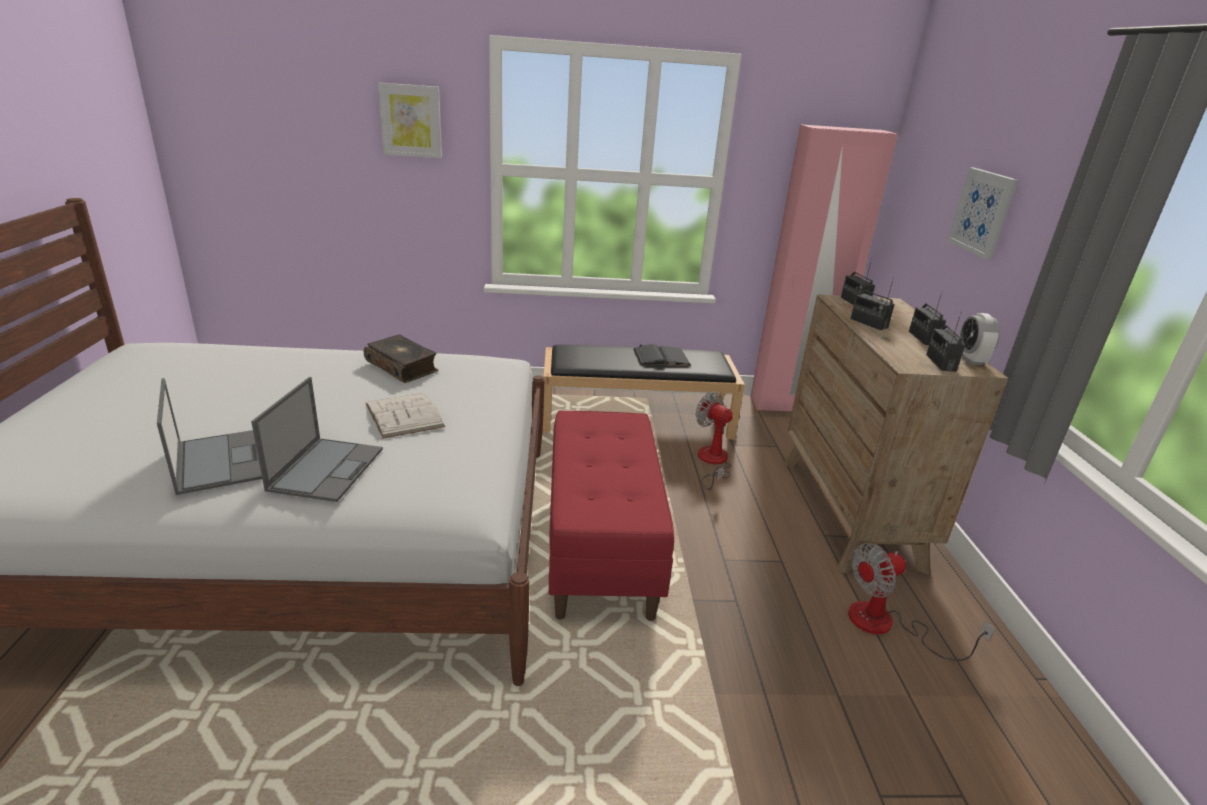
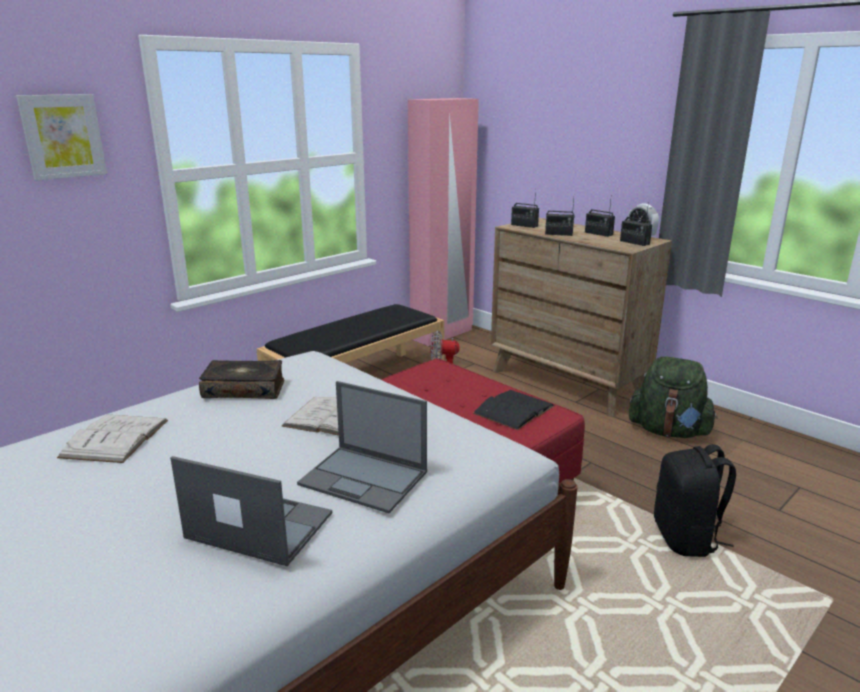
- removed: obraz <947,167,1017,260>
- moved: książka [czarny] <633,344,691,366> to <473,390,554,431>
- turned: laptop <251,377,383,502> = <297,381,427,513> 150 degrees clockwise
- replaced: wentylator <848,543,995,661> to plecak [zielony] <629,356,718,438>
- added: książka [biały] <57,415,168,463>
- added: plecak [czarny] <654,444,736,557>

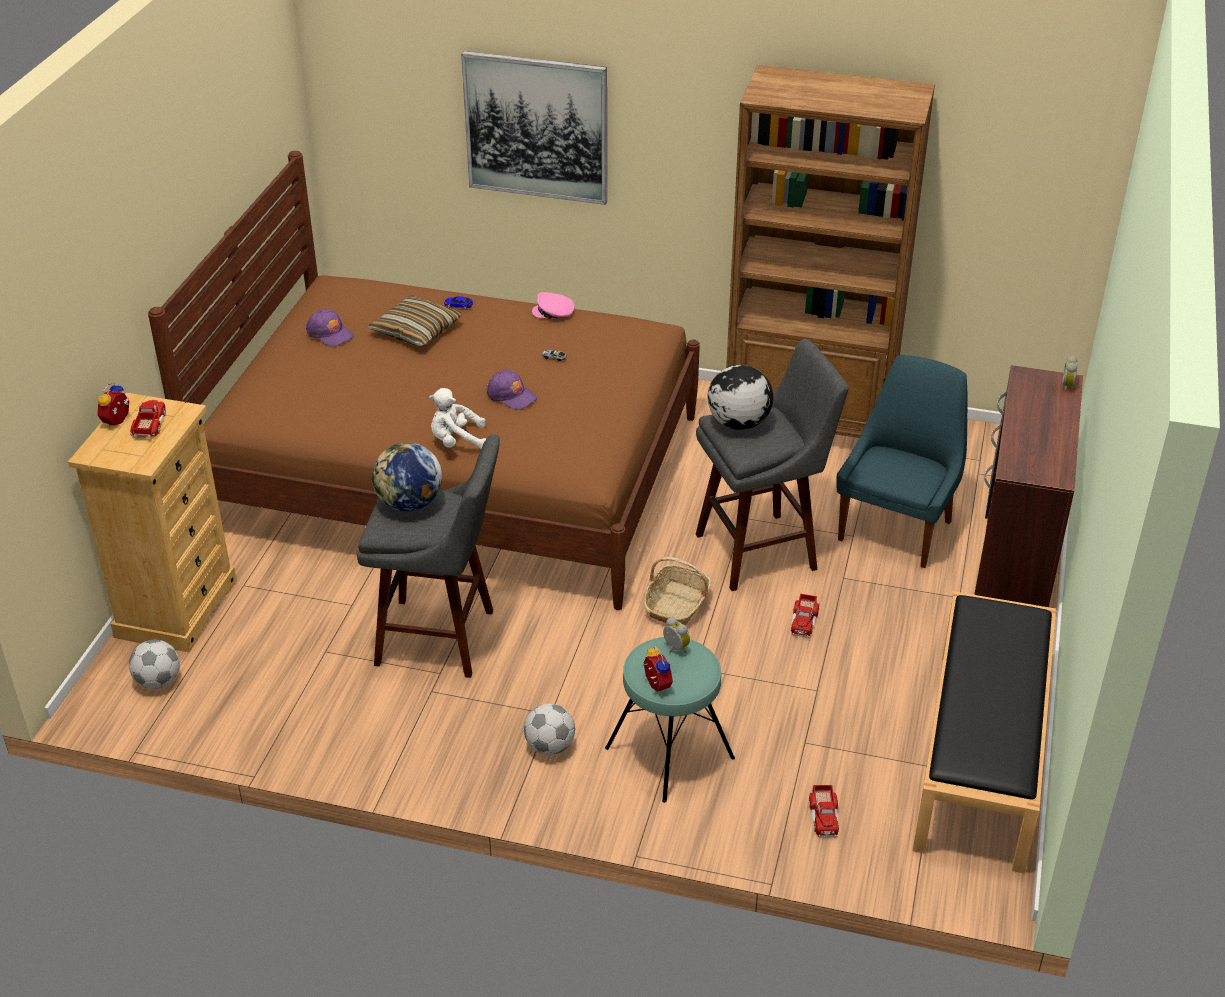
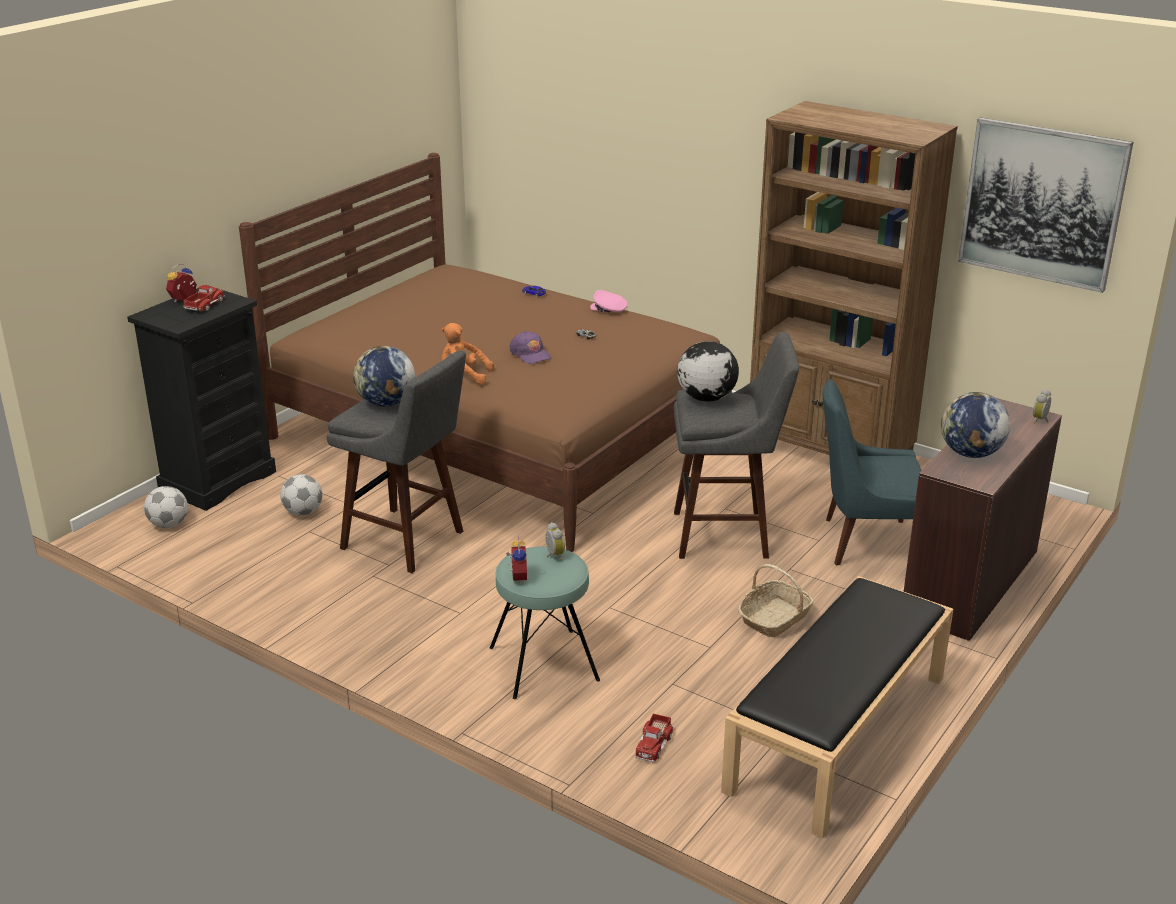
- moved: obraz <461,51,607,205> to <958,118,1133,293>
- removed: poduszka <368,295,462,347>
- removed: czapka z daszkiem [fioletowy] <306,309,353,347>
- turned: krzesło [niebieski] <836,355,968,568> = <823,379,922,566> 135 degrees counterclockwise
- recoloured: pluszak [biały] <429,388,487,449> to pluszak [pomarańczowy] <441,323,494,384>
- recoloured: komoda [beżowy] <68,393,237,652> to komoda [czarny] <127,285,276,511>
- moved: koszyk <644,557,711,625> to <738,564,814,637>
- removed: ciężarówka zabawkowa <791,594,819,638>
- moved: piłka futbolowa <524,704,575,755> to <280,474,322,516>
- added: globus <941,392,1010,458>

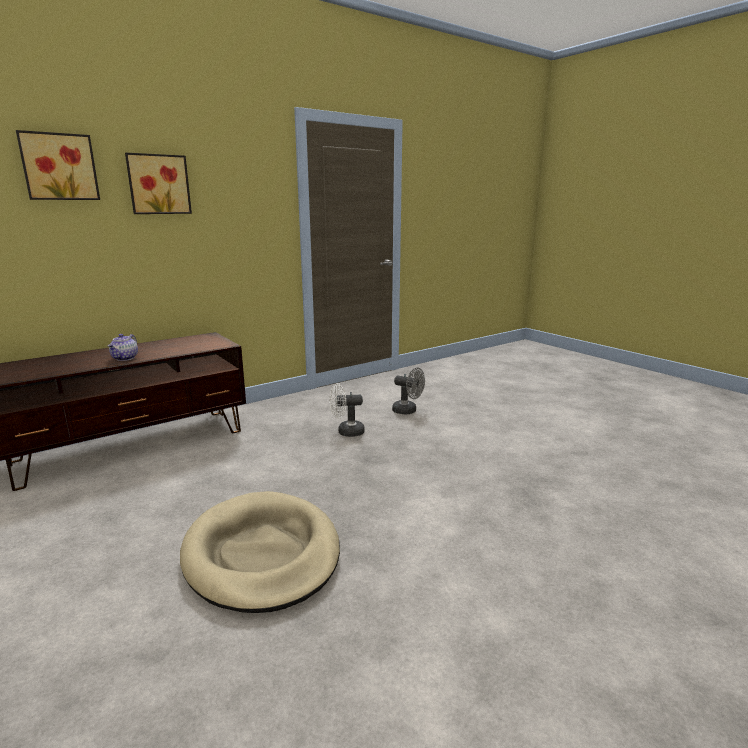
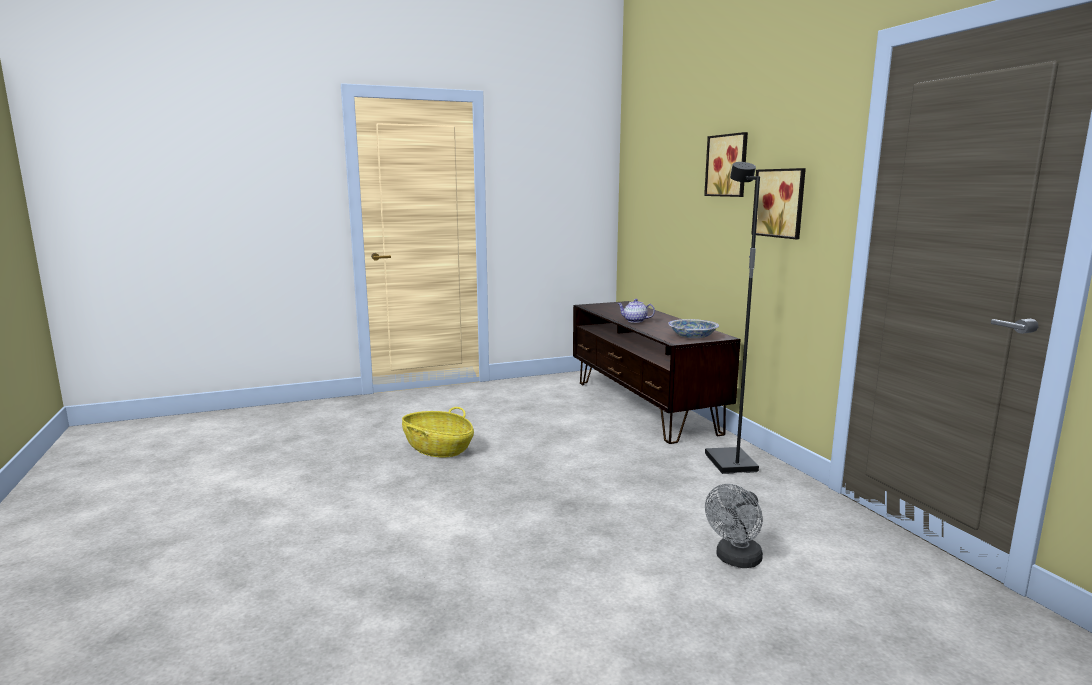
- moved: obraz <16,130,100,200> to <751,168,806,239>
- removed: wentylator [biały] <329,383,365,437>
- replaced: legowisko [beżowy] <180,491,340,613> to koszyk <402,407,474,458>
- added: lampa stojąca [czarny] <705,162,760,474>
- added: miska <668,319,719,338>

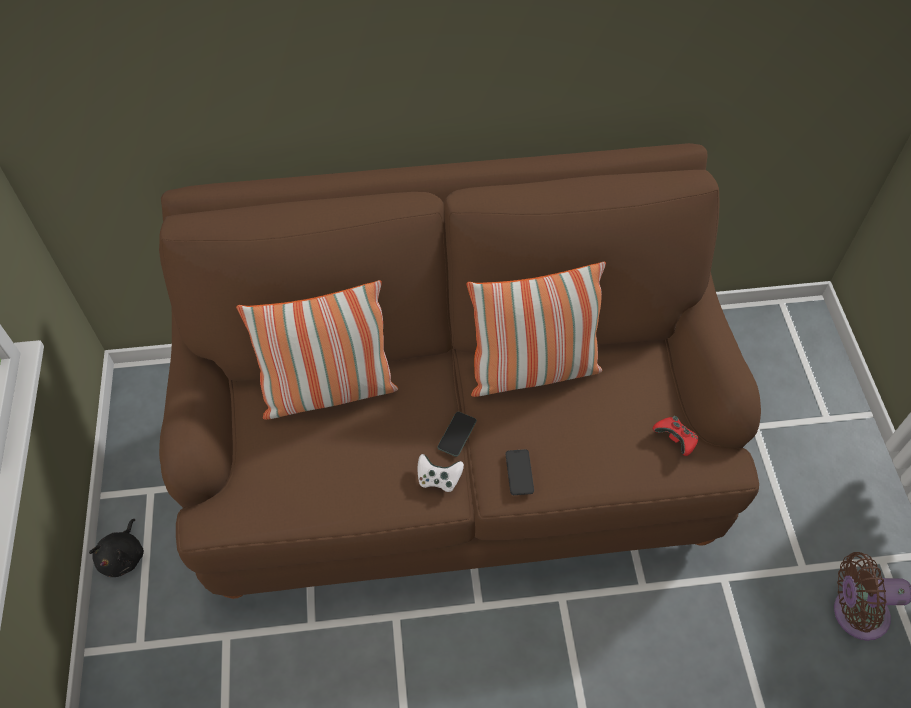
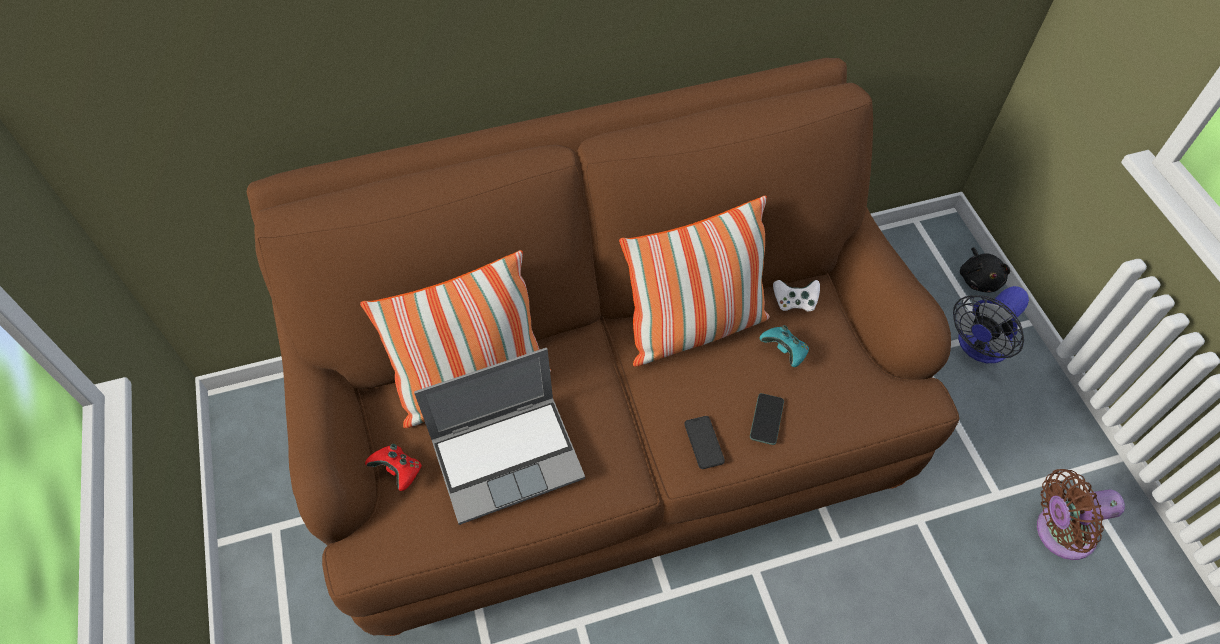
- moved: telefon <437,412,477,457> to <750,393,784,445>
- moved: pad do gier [czerwony] <653,416,698,456> to <365,444,422,491>
- moved: pad do gier [biały] <418,454,464,492> to <773,280,820,312>
- moved: pluszak [czarny] <89,519,144,577> to <960,247,1010,293>
- added: wentylator <953,286,1029,363>
- added: pad do gier [turkusowy] <760,325,809,367>
- added: laptop <414,348,585,525>

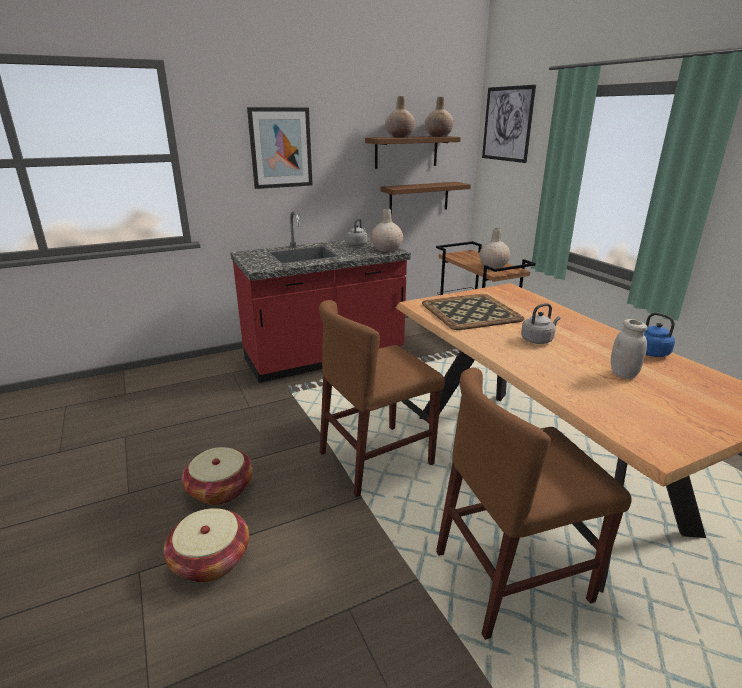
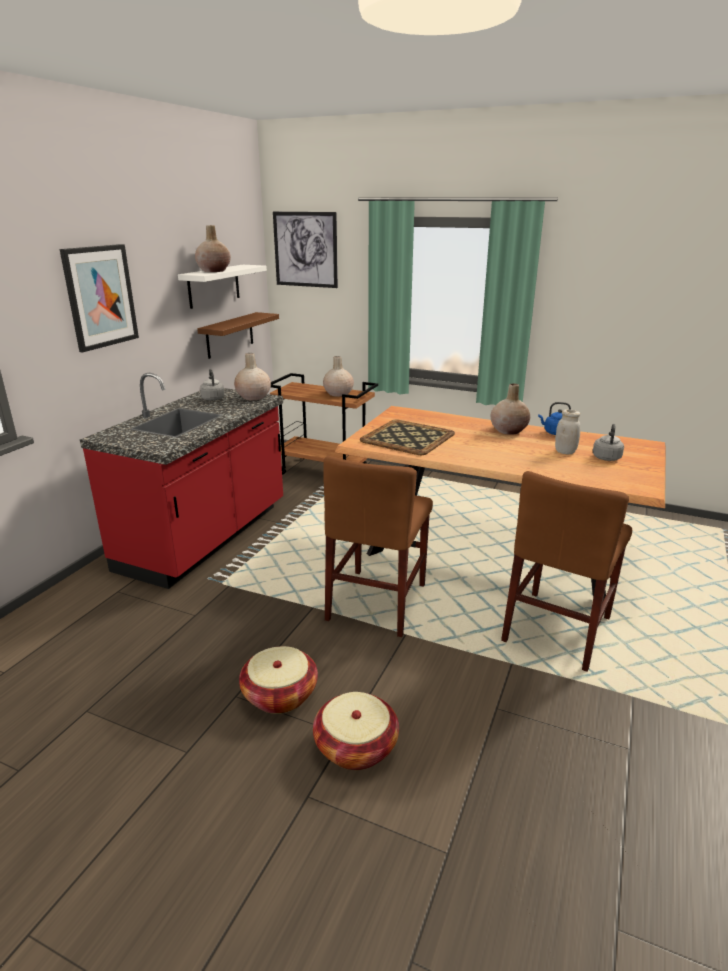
- moved: wazon [beżowy] <424,96,454,137> to <491,383,530,435>
- recoloured: półka [brązowy] <365,136,461,169> to półka [biały] <178,265,267,309>
- moved: czajnik [szary] <521,303,560,344> to <593,424,624,461>

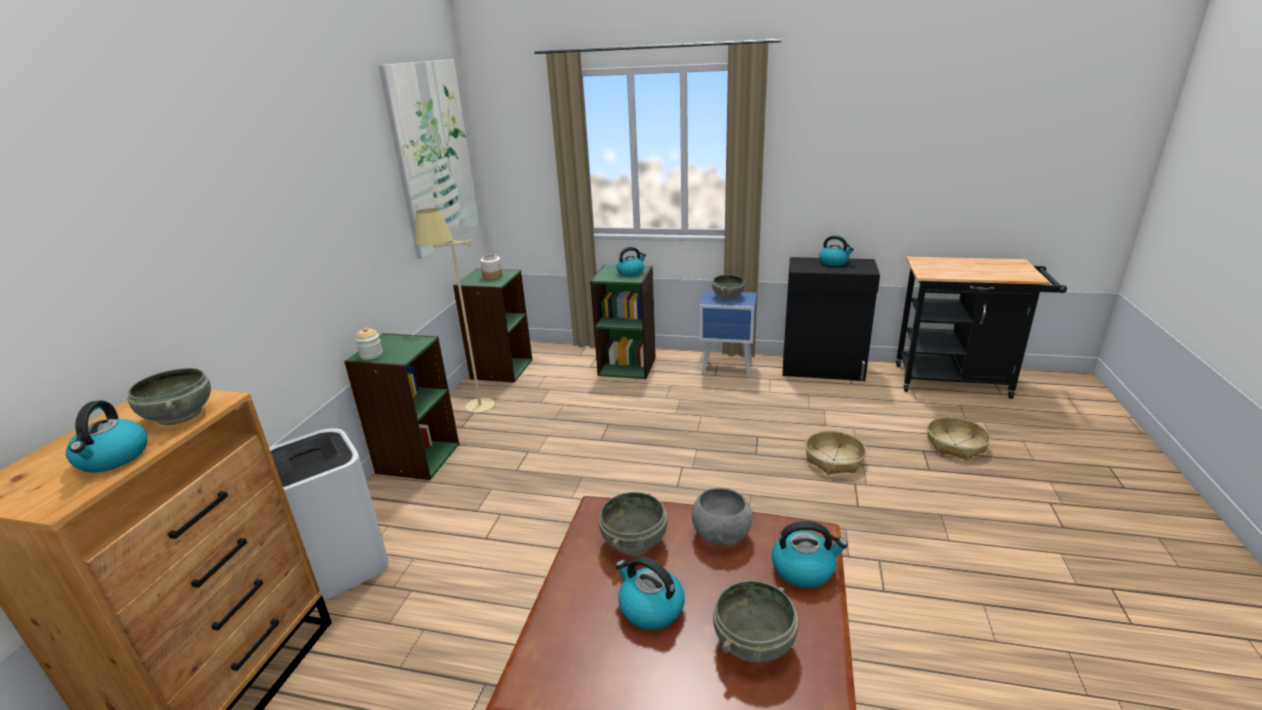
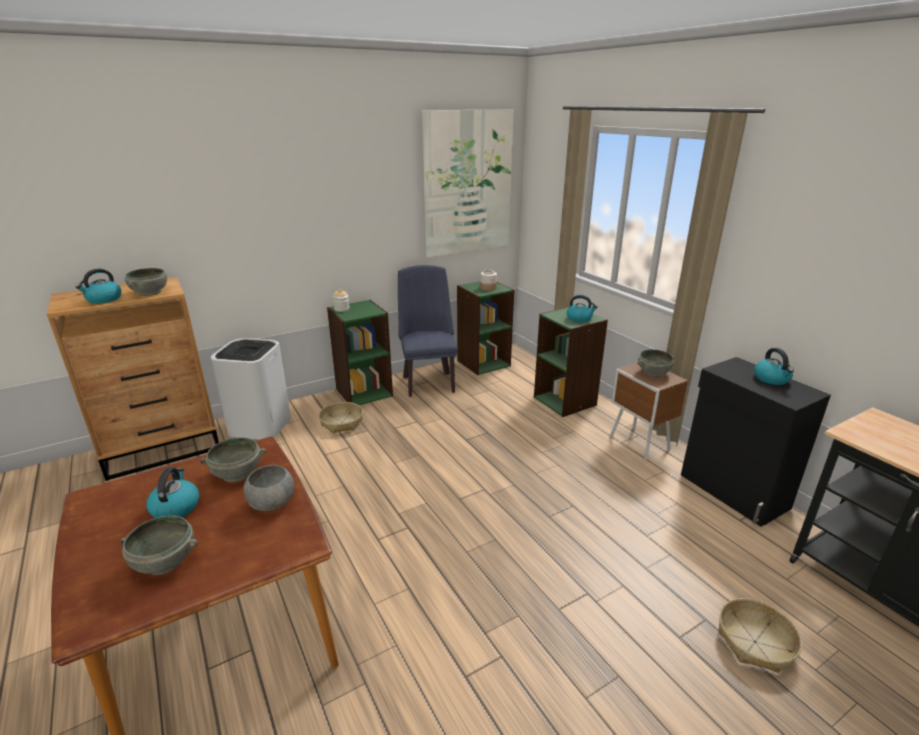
- replaced: lampa stojąca [beżowy] <414,208,495,413> to krzesło [niebieski] <398,265,458,397>
- recoloured: szafka nocna [niebieski] <700,291,757,378> to szafka nocna [brązowy] <610,362,688,460>
- moved: koszyk <805,431,866,475> to <319,402,363,433>
- removed: czajnik <772,521,848,588>

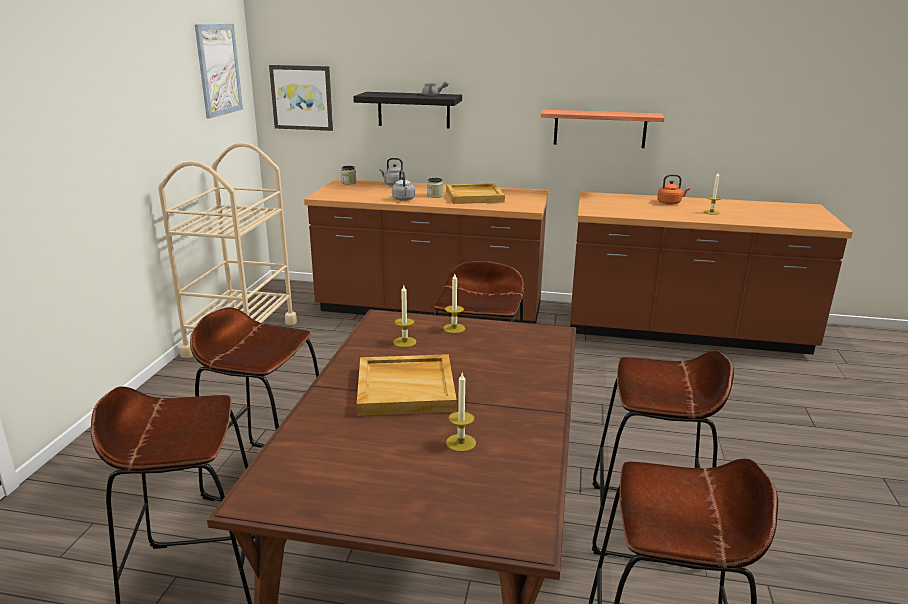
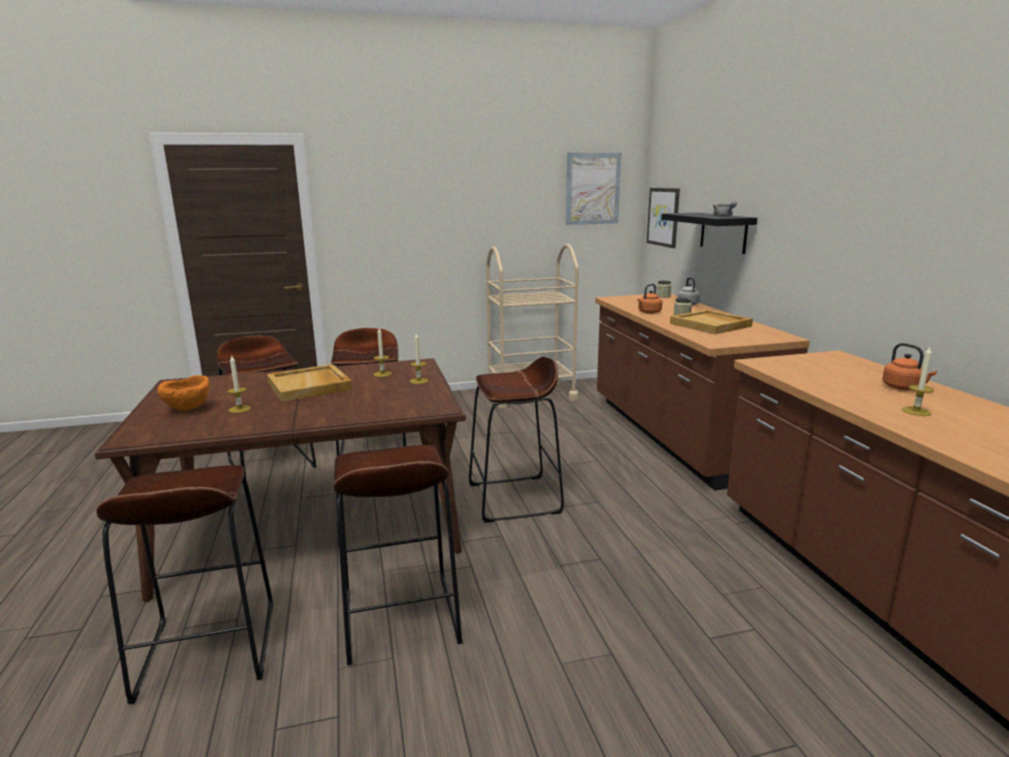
- removed: półka <541,110,665,148>
- recoloured: czajnik [szary] <392,170,415,201> to czajnik [pomarańczowy] <637,284,662,314>
- added: miska [pomarańczowy] <158,375,210,411>

